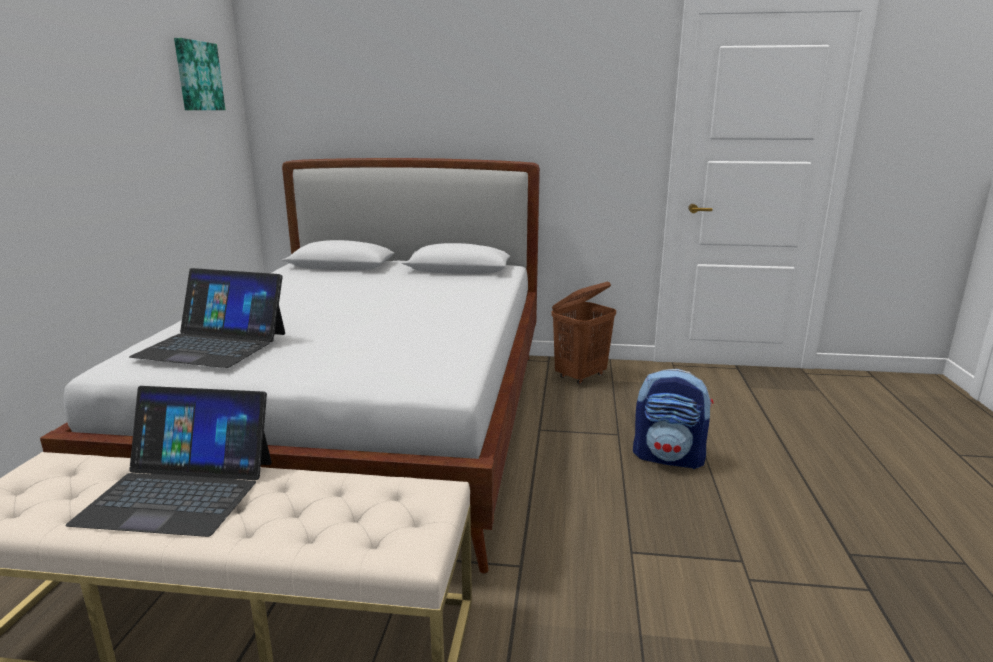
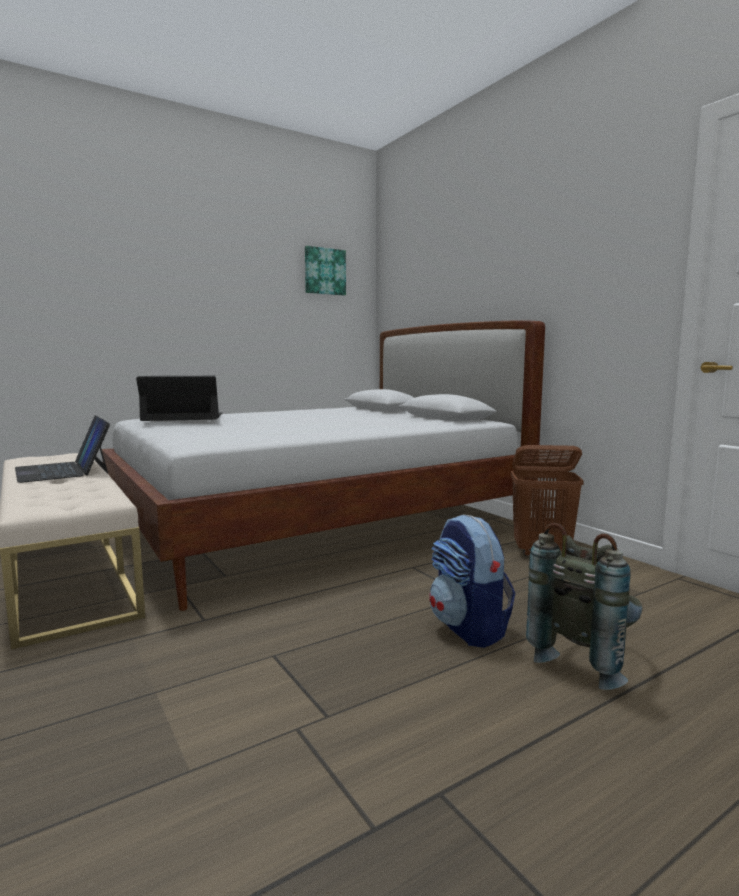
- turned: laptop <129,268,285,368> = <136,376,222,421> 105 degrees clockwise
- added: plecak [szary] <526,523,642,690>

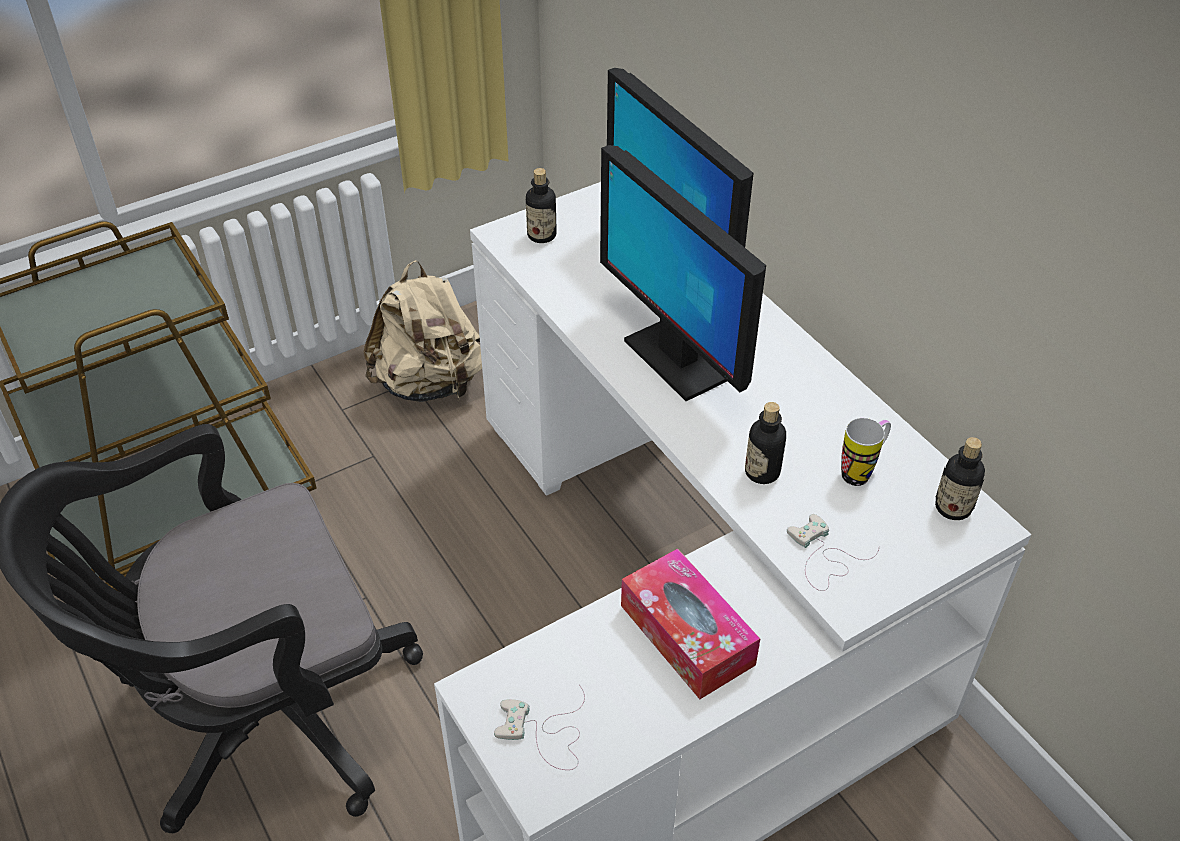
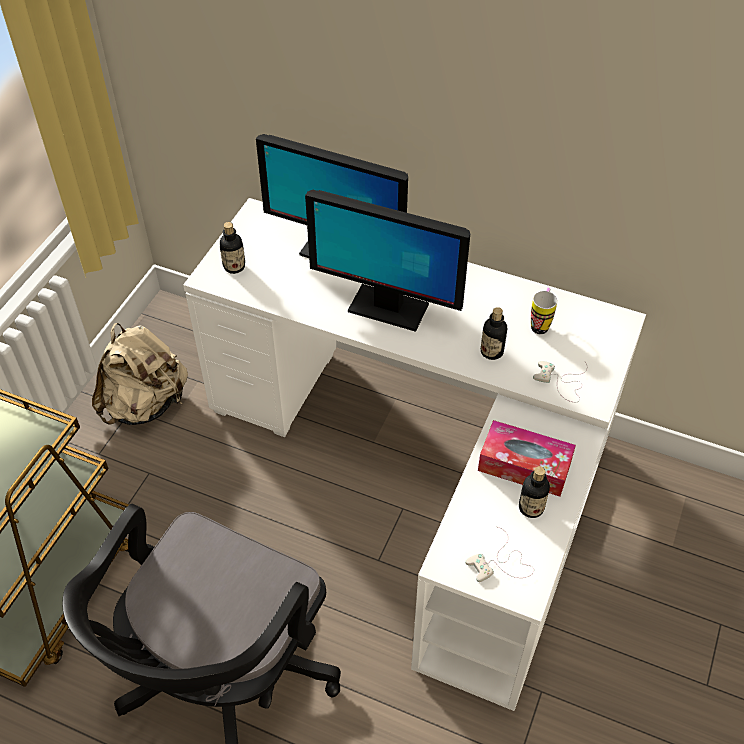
- moved: butelka <935,437,985,520> to <519,466,550,518>

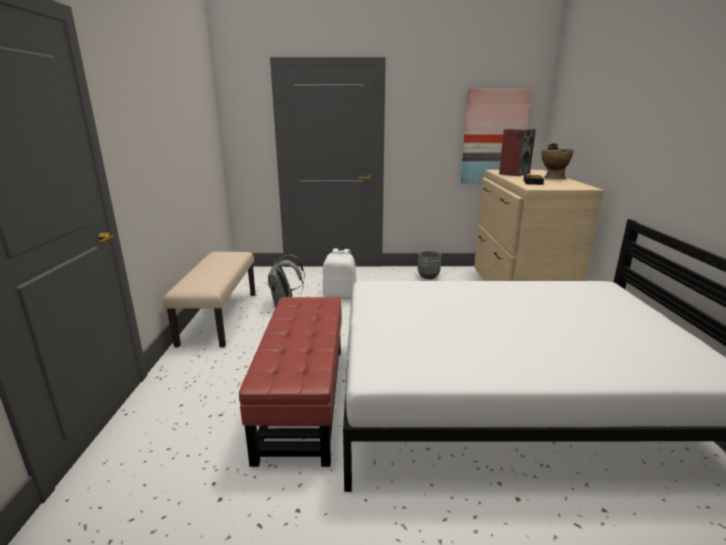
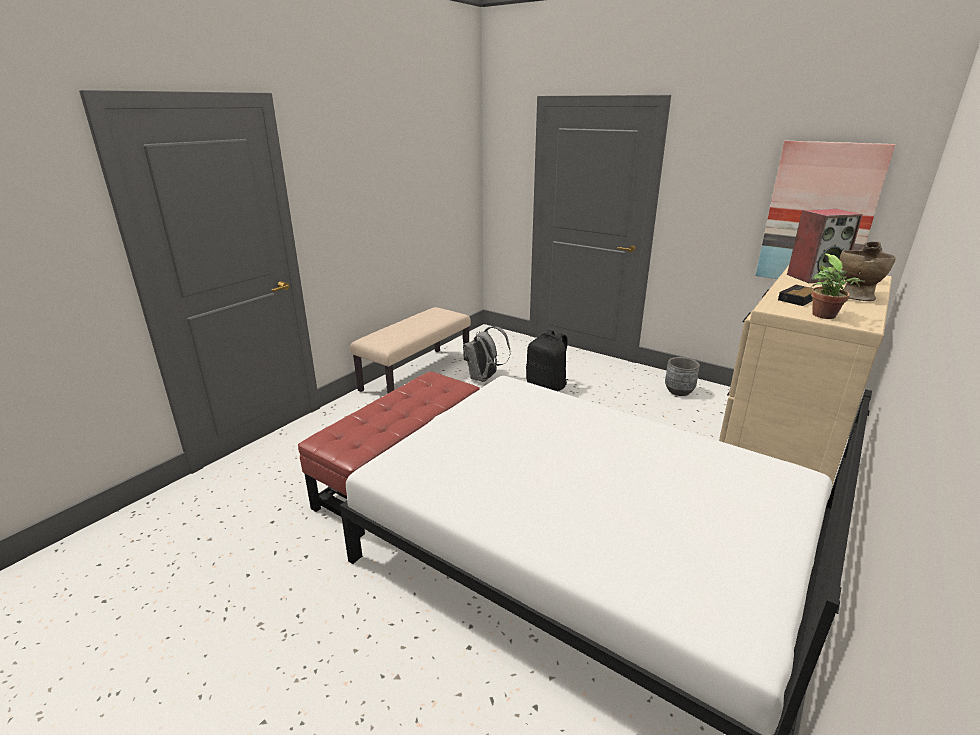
- recoloured: plecak [biały] <323,248,357,299> to plecak [czarny] <526,330,568,391>
- added: roślina doniczkowa <811,253,866,319>

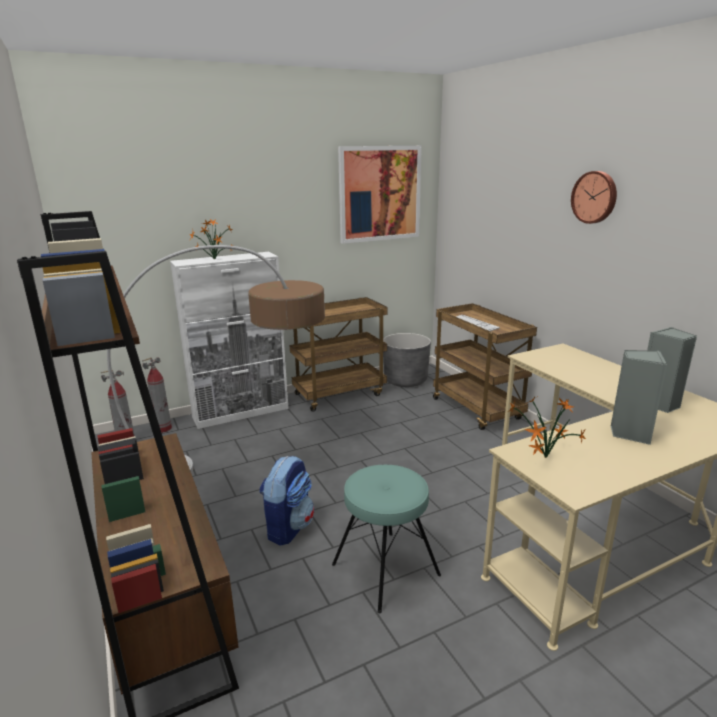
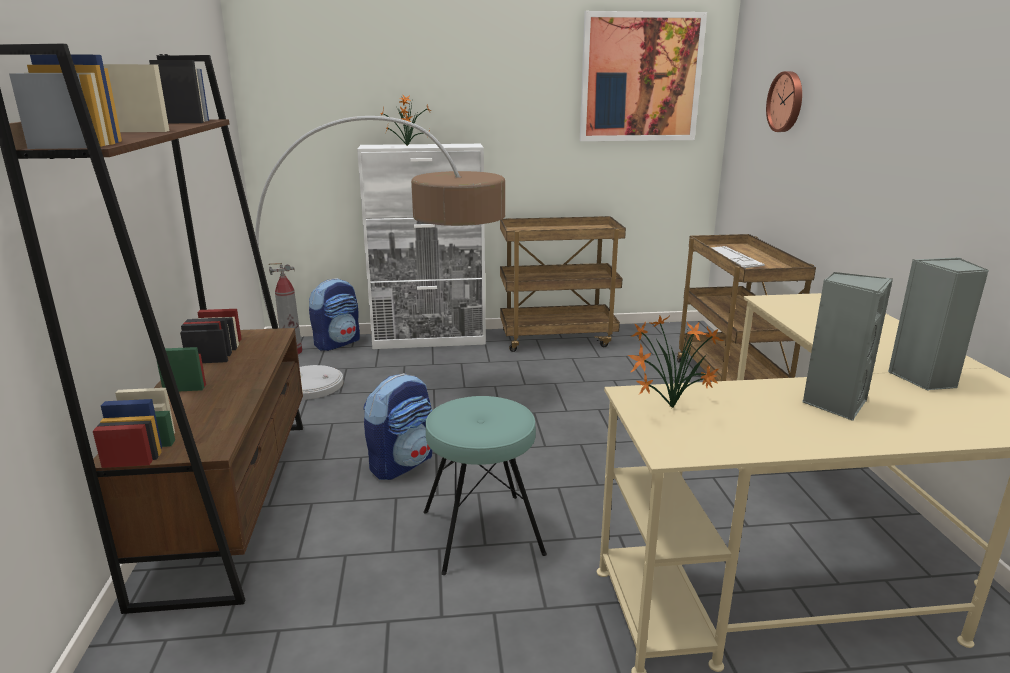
- moved: zegar ścienny <571,171,617,224> to <766,71,802,132>
- removed: donica [szary] <383,333,431,387>
- replaced: gaśnica <142,357,172,433> to plecak <309,278,360,351>

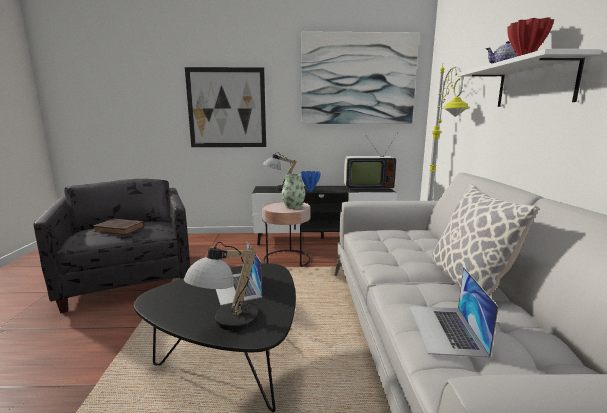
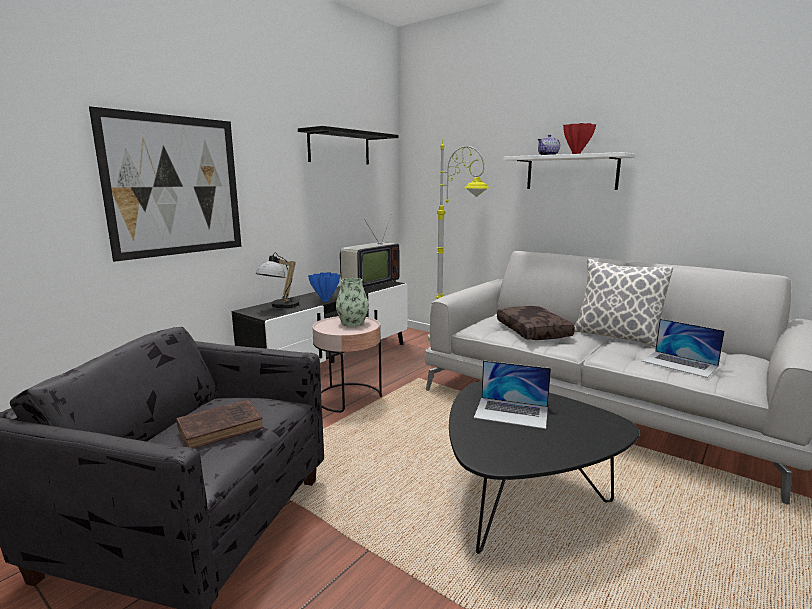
- replaced: obraz <301,31,419,124> to półka [czarny] <298,126,398,165>
- removed: lampa stołowa <184,242,263,331>
- added: poduszka [brązowy] <497,306,575,340>

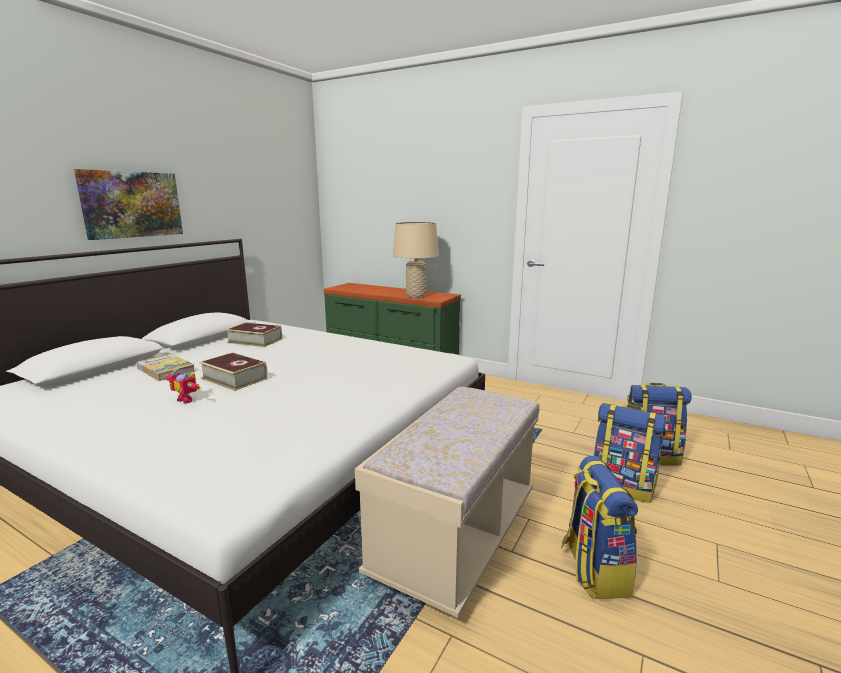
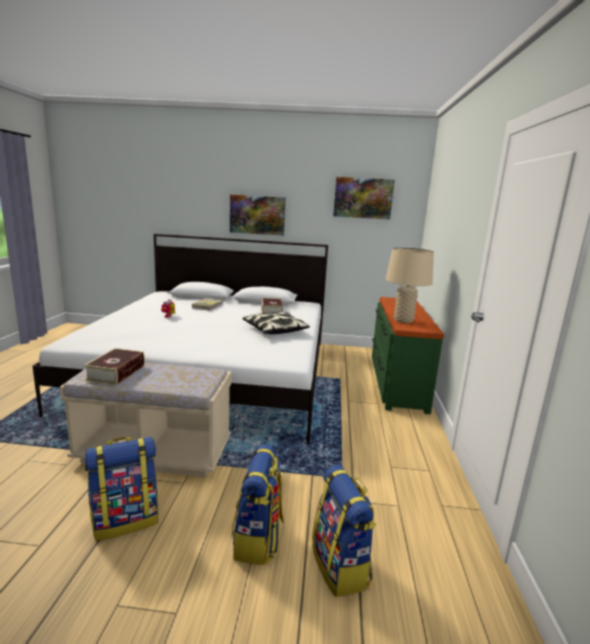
- moved: książka <199,352,268,391> to <84,348,145,385>
- added: obraz <333,177,395,220>
- added: poduszka <243,312,310,334>

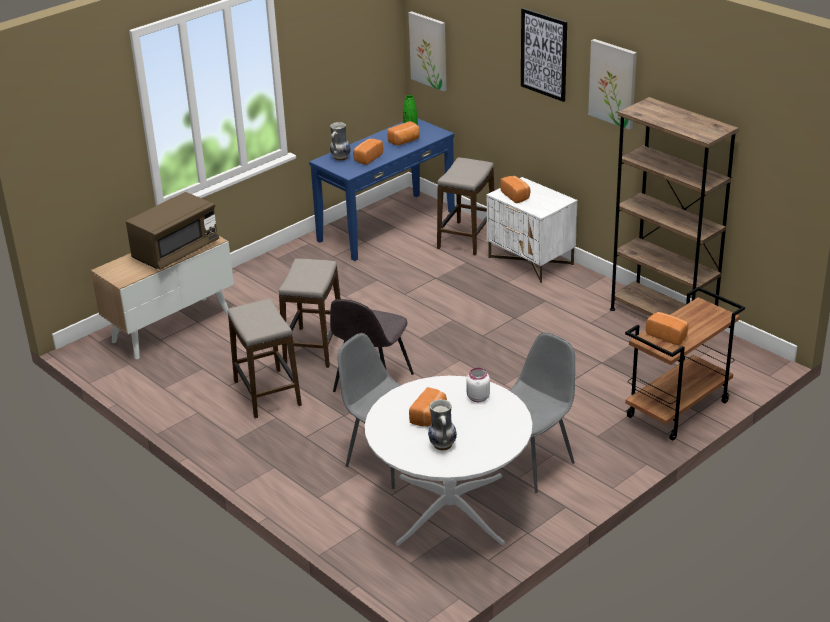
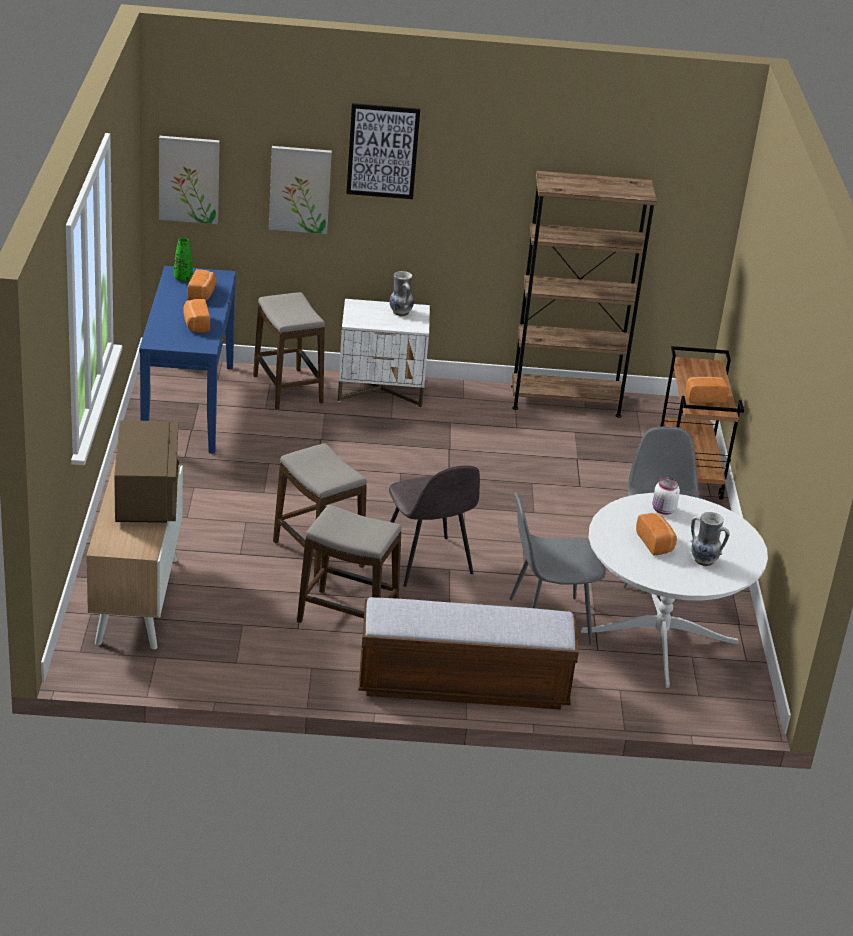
- moved: obraz <588,39,637,130> to <269,146,332,234>
- moved: wazon <330,122,351,161> to <390,271,414,316>
- removed: chleb <500,176,530,203>
- added: ławka <358,597,579,710>

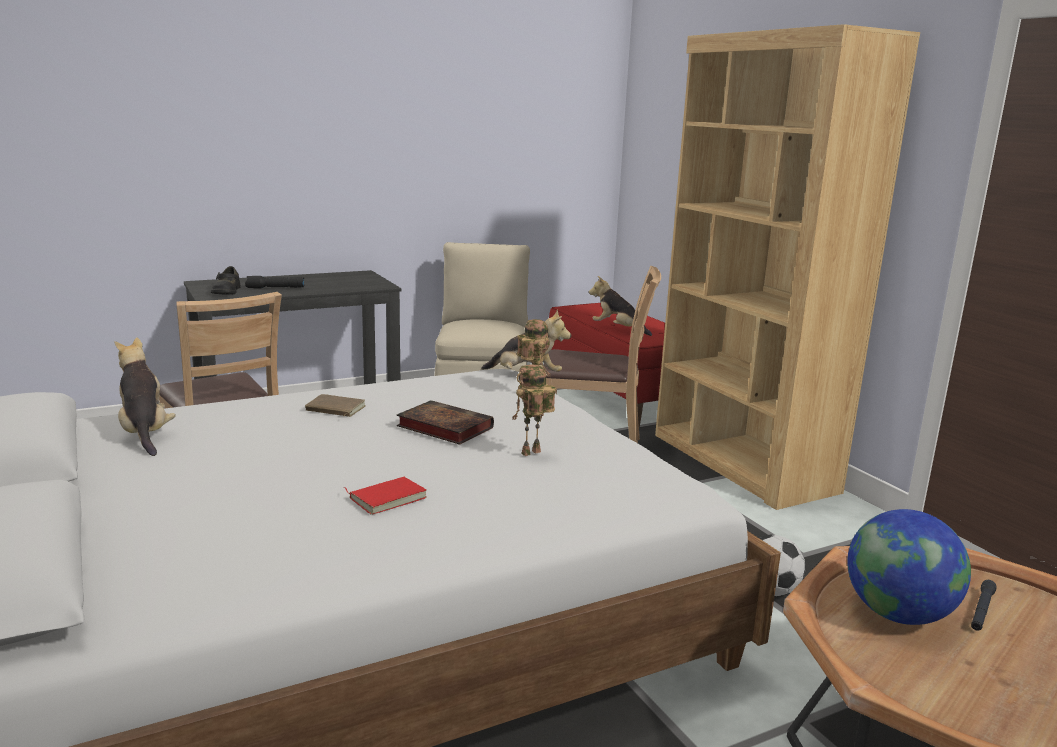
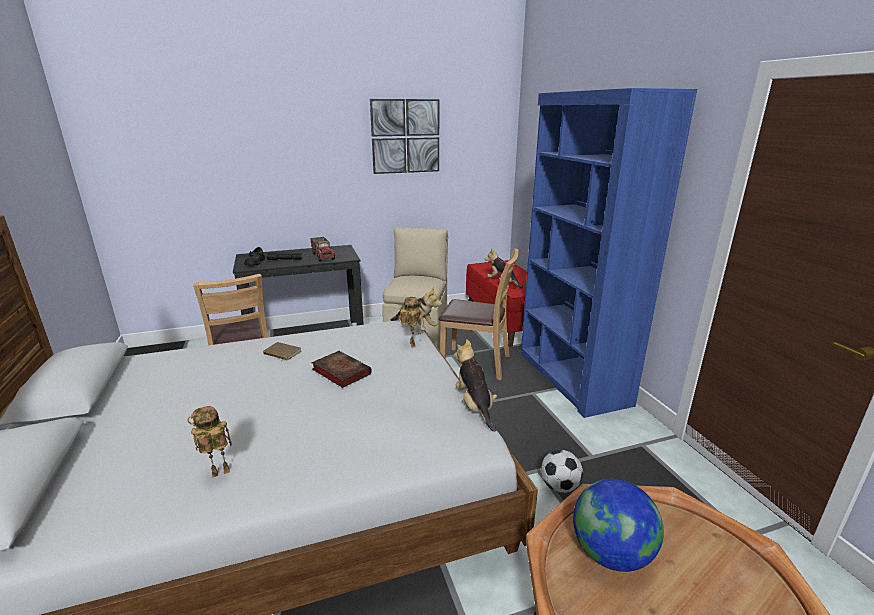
- recoloured: regał [brązowy] <655,24,920,510> to regał [niebieski] <521,88,697,418>
- moved: pluszak <114,338,176,456> to <454,339,497,432>
- moved: robot zabawkowy <512,364,556,456> to <187,406,231,478>
- removed: książka [czerwony] <344,477,427,515>
- removed: latarka [czarny] <971,580,997,631>
- added: obraz <370,99,439,174>
- added: ciężarówka zabawkowa <310,237,335,262>

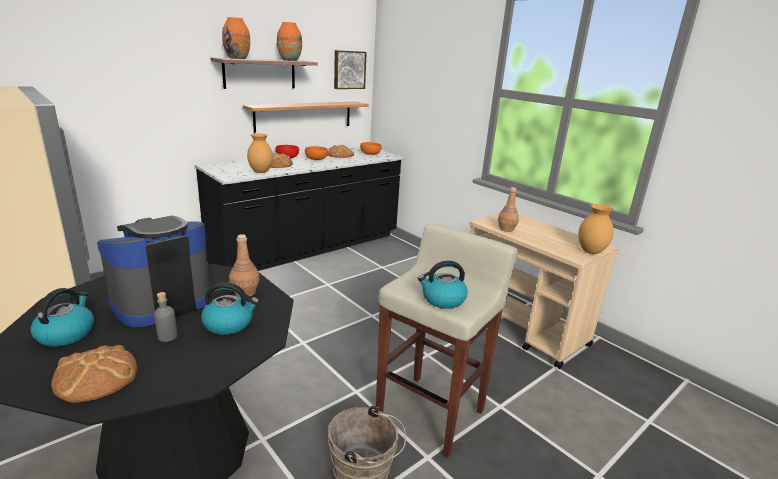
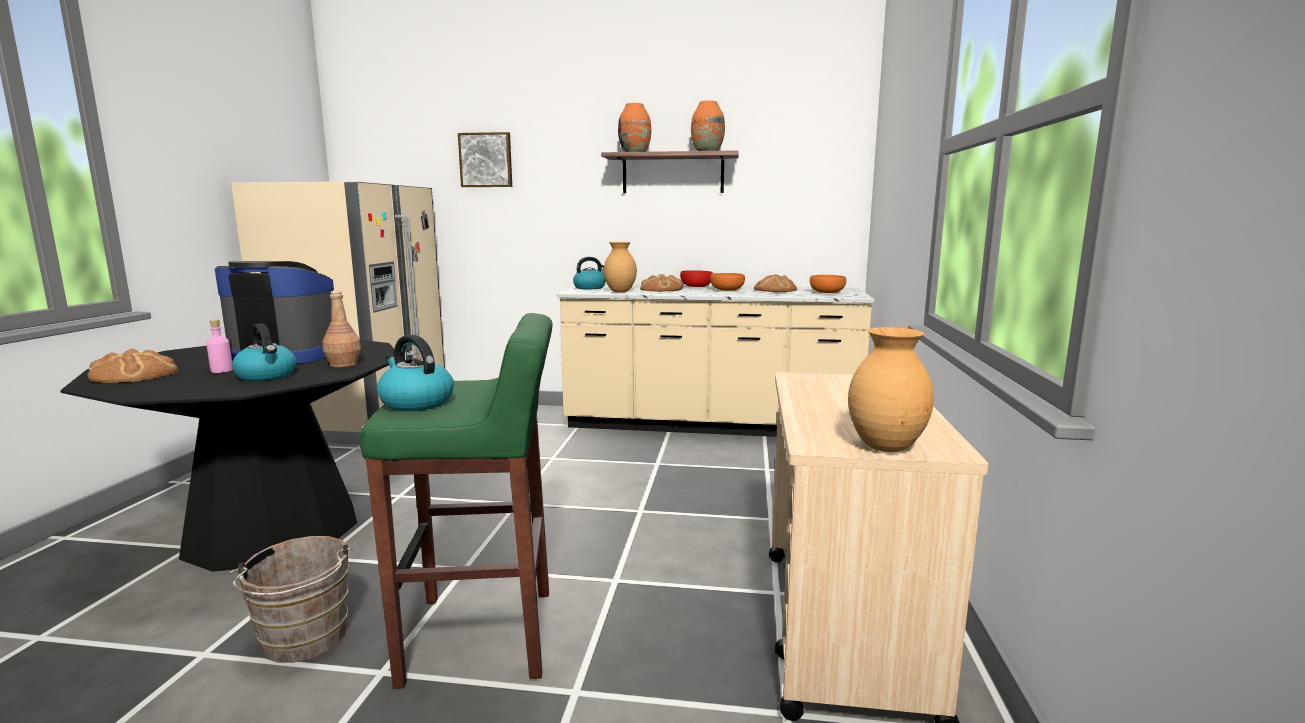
- moved: obraz <334,50,367,89> to <458,132,512,187>
- removed: półka <243,101,368,133>
- recoloured: zabudowa kuchenna [czarny] <195,147,405,271> to zabudowa kuchenna [beżowy] <557,284,875,437>
- removed: butelka [brązowy] <498,187,519,232>
- recoloured: stołek [beżowy] <376,224,518,458> to stołek [zielony] <360,313,552,689>
- moved: czajnik <30,288,94,347> to <573,257,606,289>
- recoloured: butelka [szary] <154,292,178,342> to butelka [różowy] <206,320,233,373>

